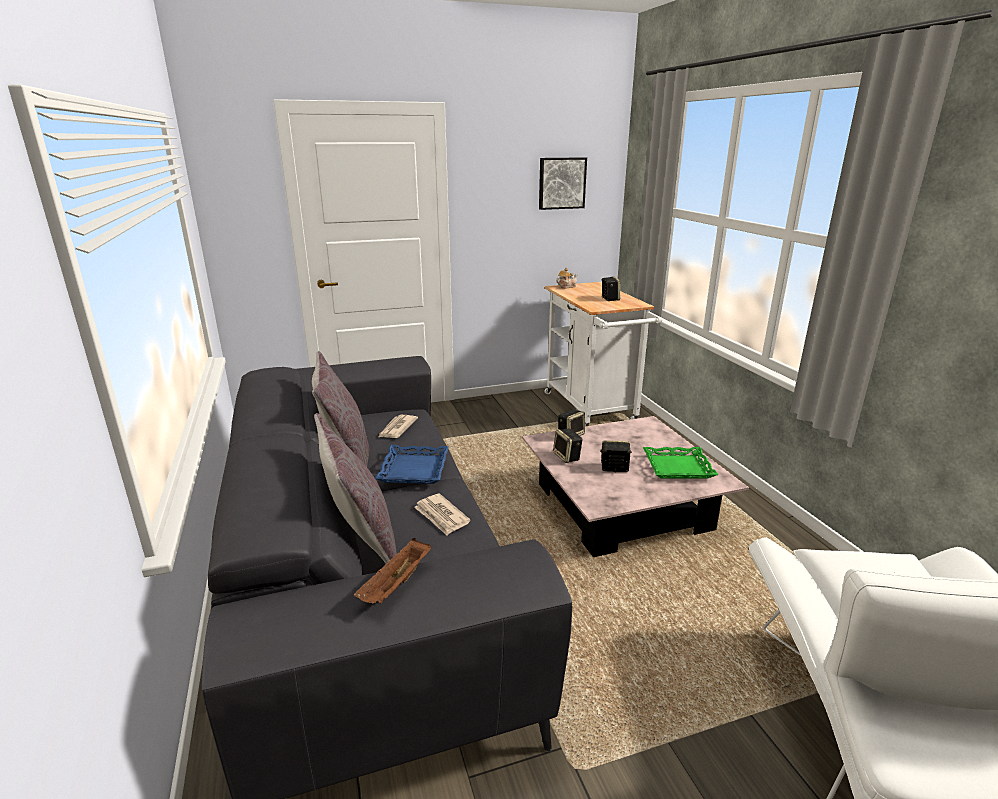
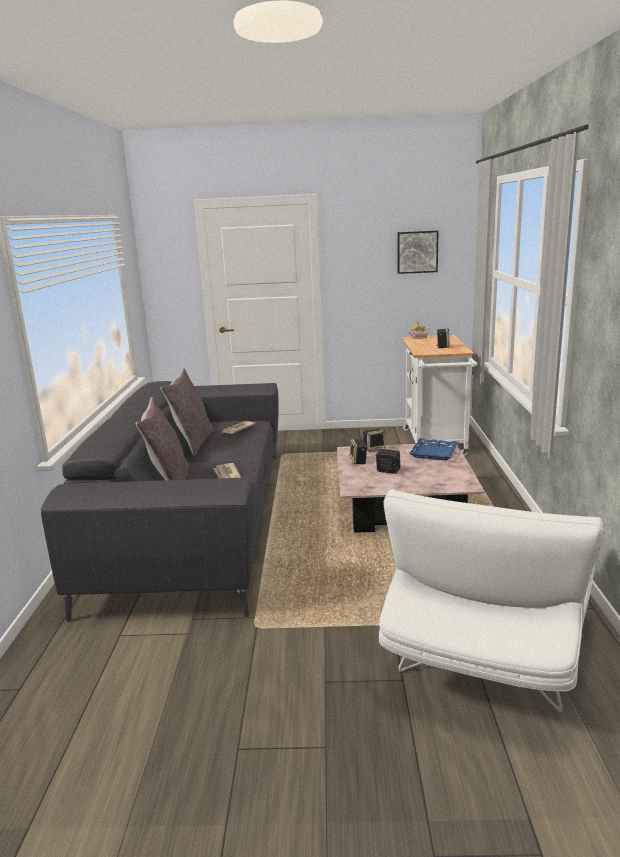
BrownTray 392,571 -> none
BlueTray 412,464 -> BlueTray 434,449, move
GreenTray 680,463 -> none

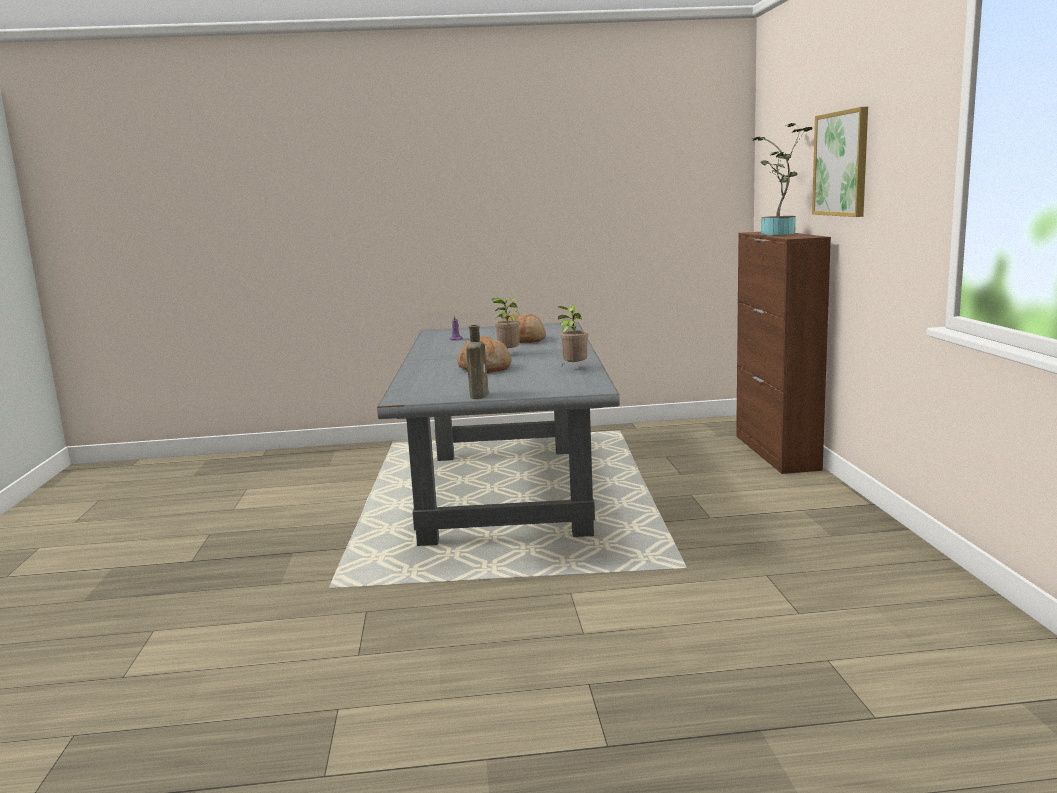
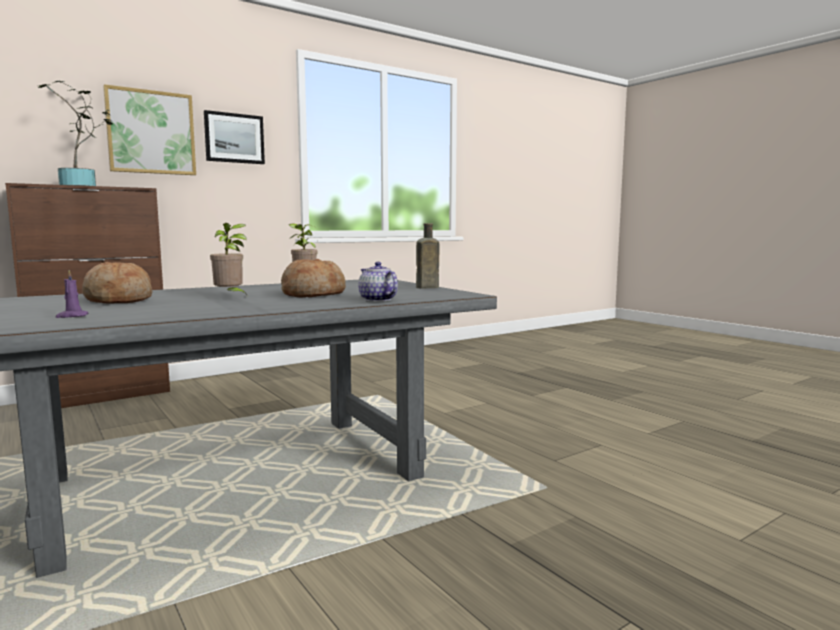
none -> Picture 234,137
none -> Teapot 378,282

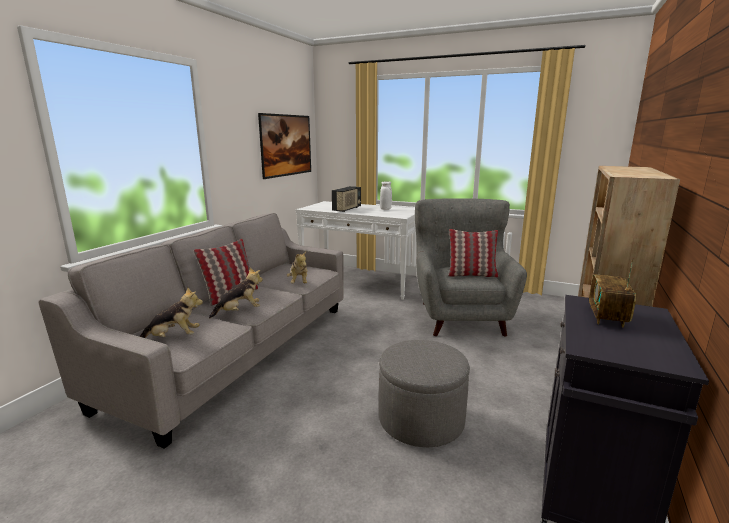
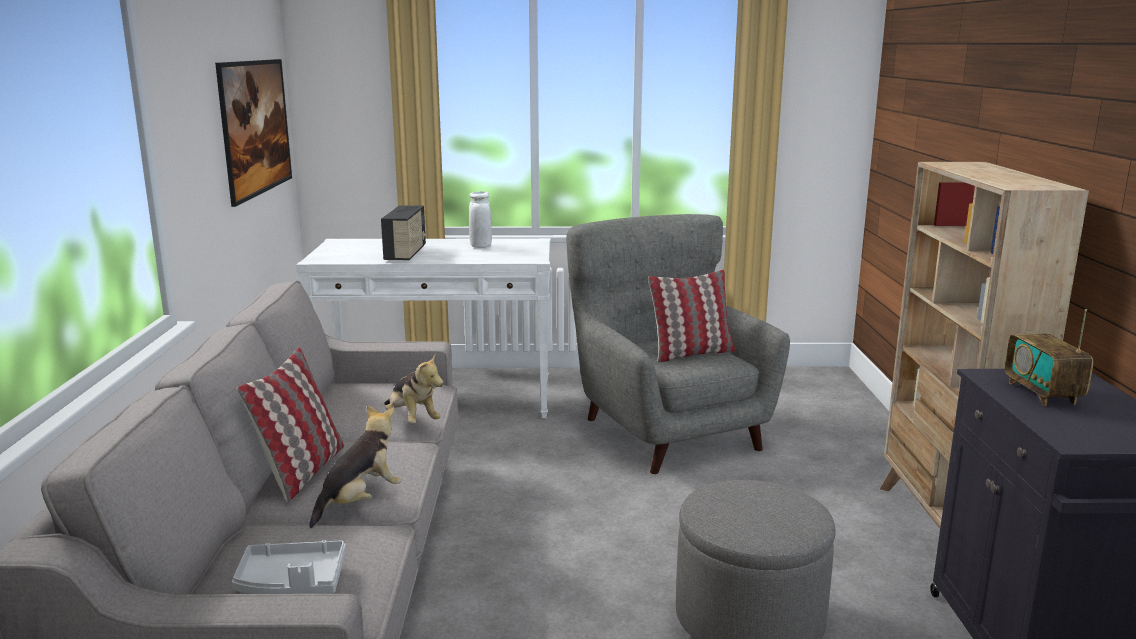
PlushToy 171,312 -> GreyTray 289,567

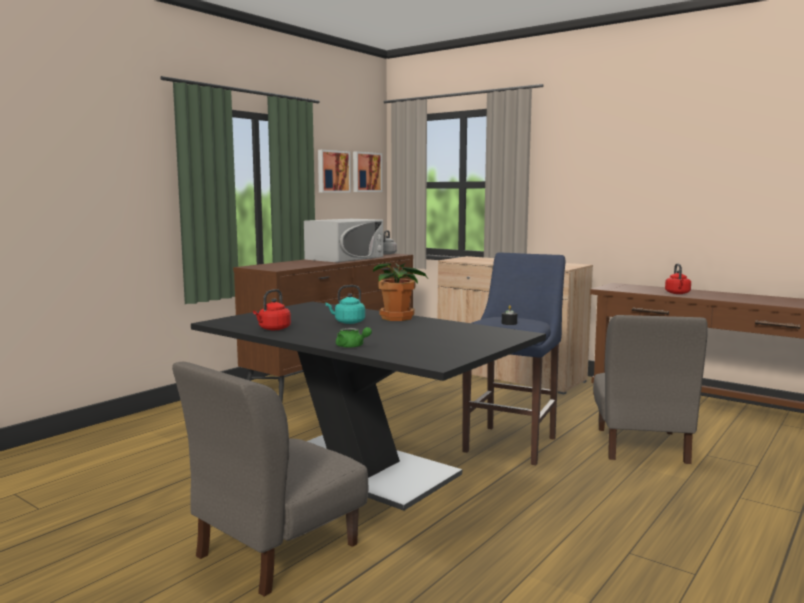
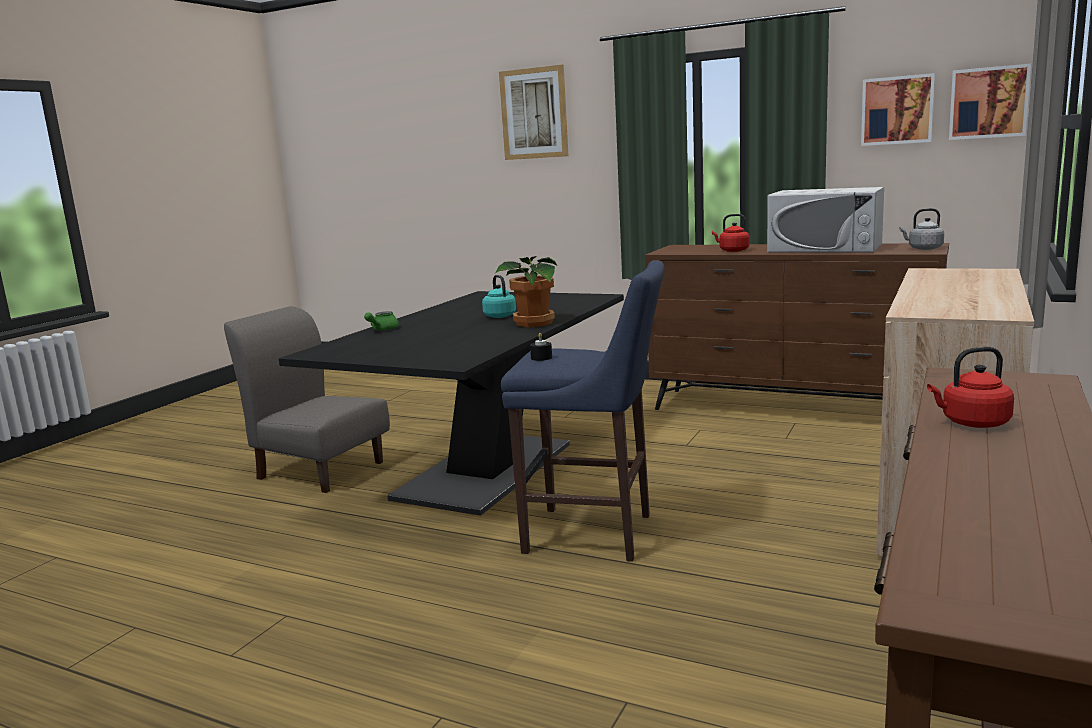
RedKettle 272,309 -> RedKettle 730,233, move
GreyChair 650,389 -> none
none -> Picture 533,112

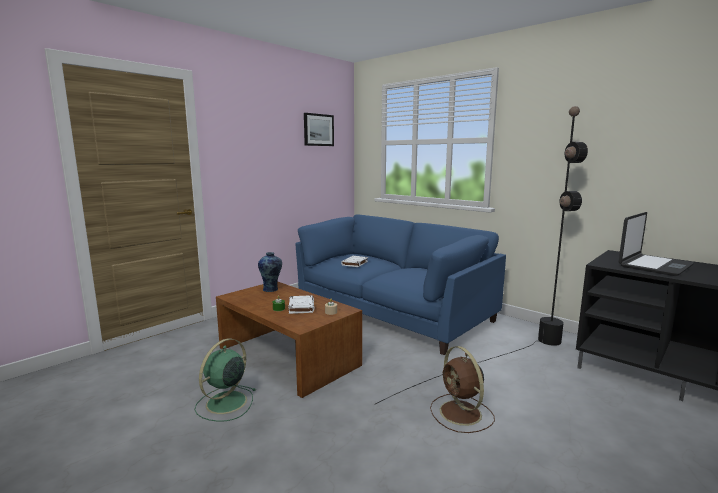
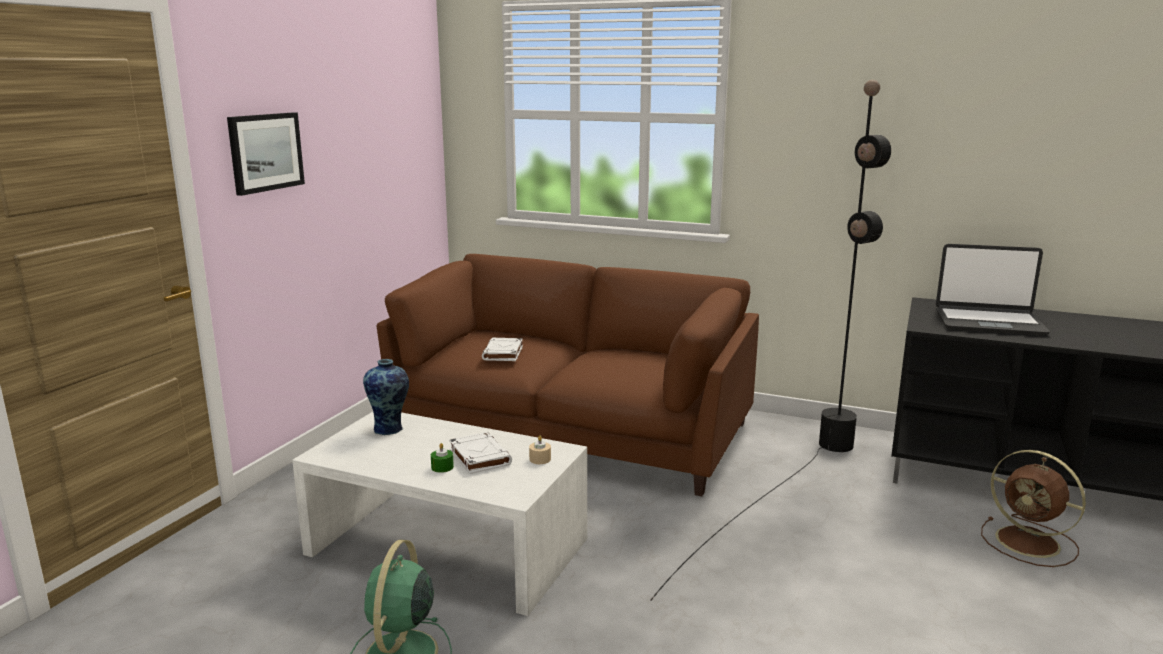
BrownCoffeeTable 289,339 -> WhiteCoffeeTable 439,514
BlueSofa 400,284 -> BrownSofa 568,375
Picture 319,129 -> Picture 266,154, move
BrownFan 462,389 -> BrownFan 1033,508, move
Laptop 656,244 -> Laptop 993,289, 75 degrees clockwise

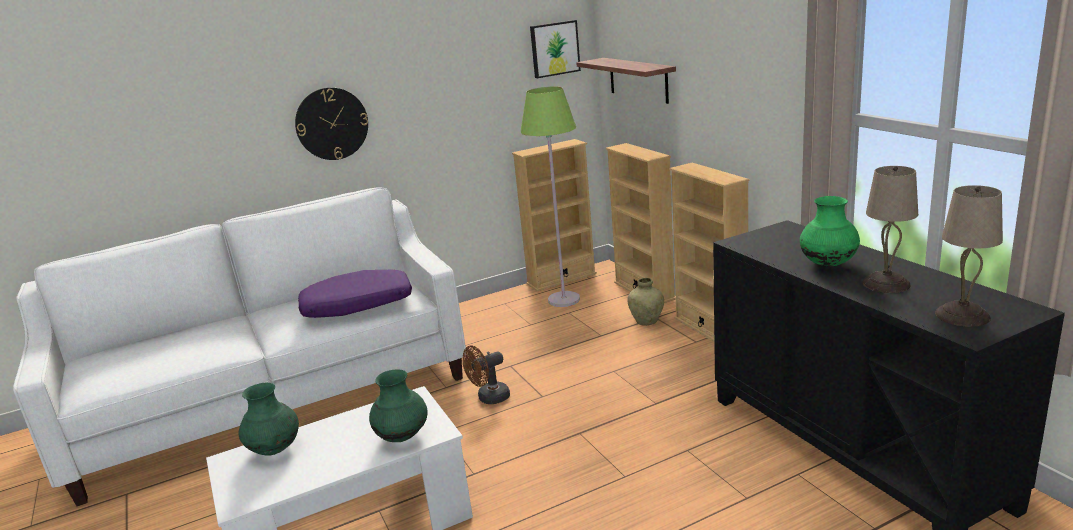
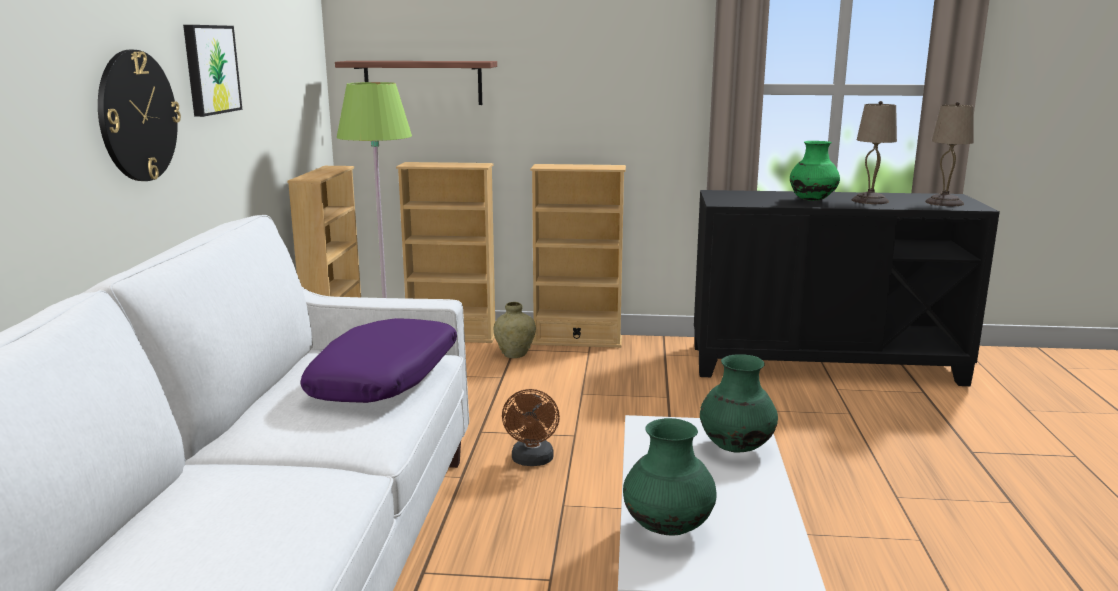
Picture 555,49 -> Picture 212,71, move

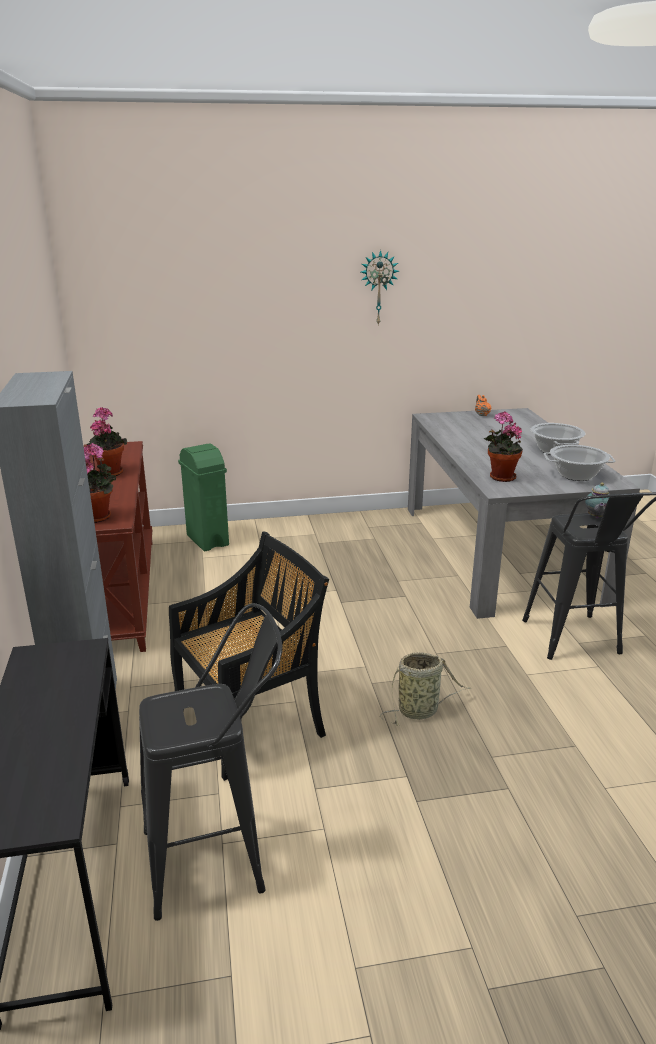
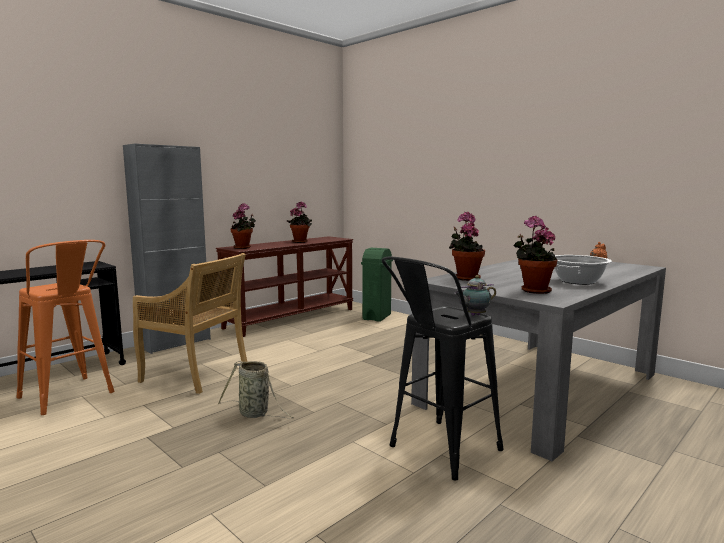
BlackStool 210,762 -> OrangeStool 65,327
BlackChair 249,656 -> BeigeChair 190,323
WallClock 380,287 -> none
CookingPot 580,463 -> PottedPlant 535,255

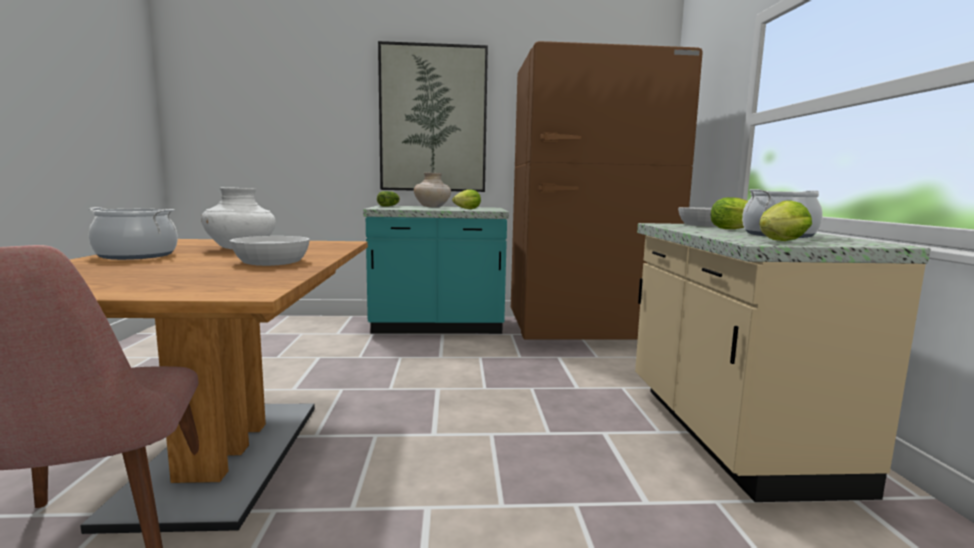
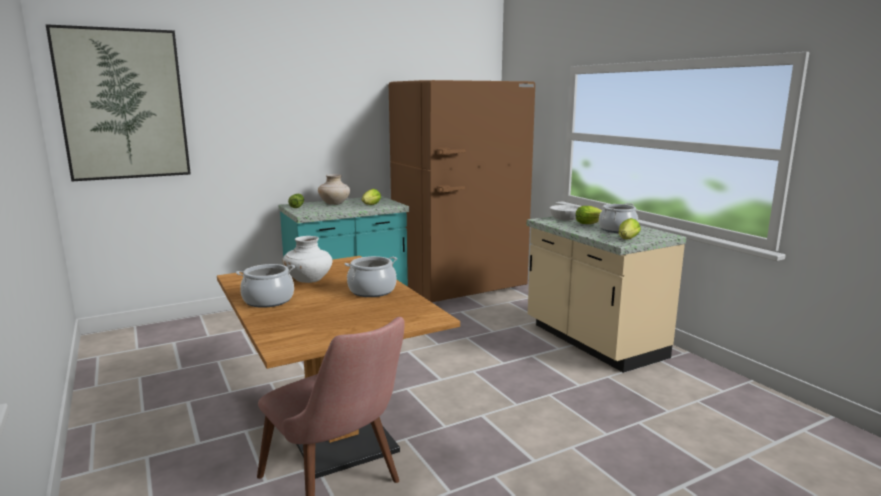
WhiteBowl 270,251 -> CookingPot 371,276
Picture 433,116 -> Picture 118,103, move

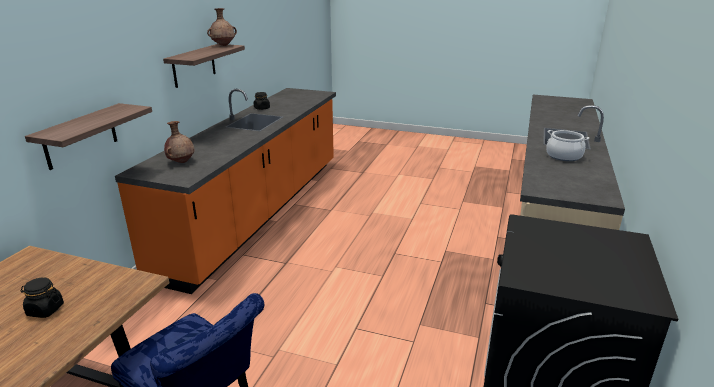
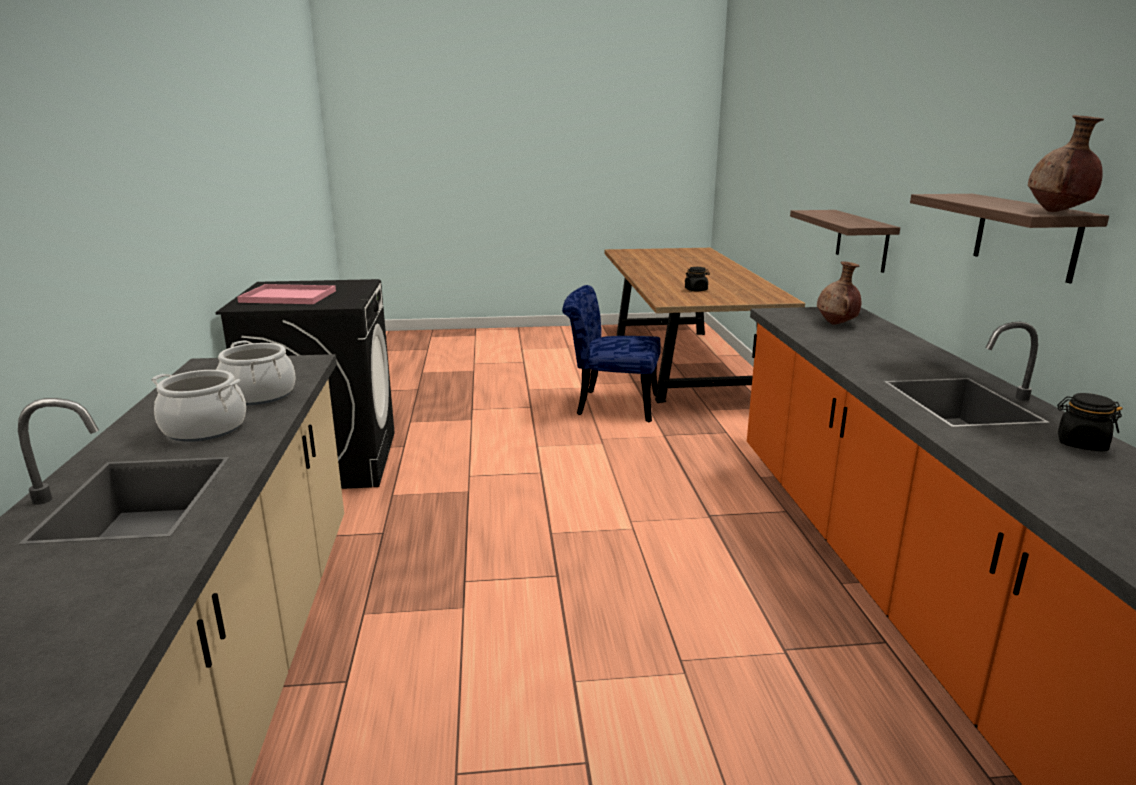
none -> CookingPot 256,372
none -> PinkTray 286,294

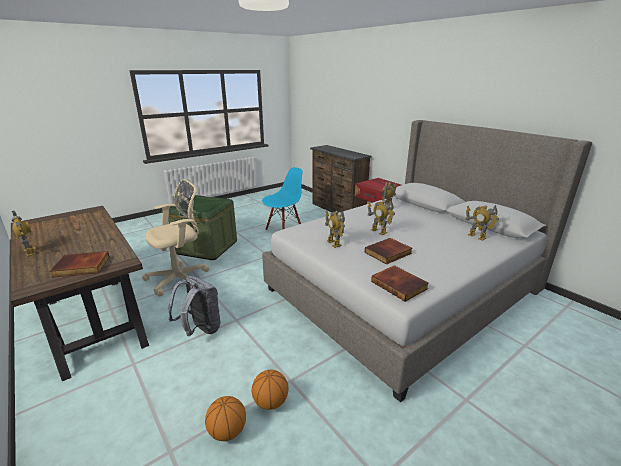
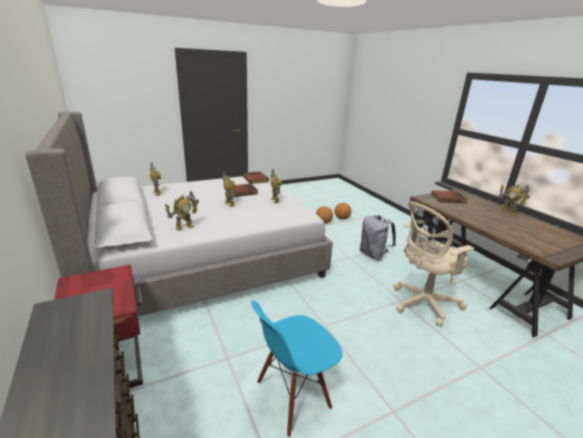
GreenStorageBox 202,227 -> none

